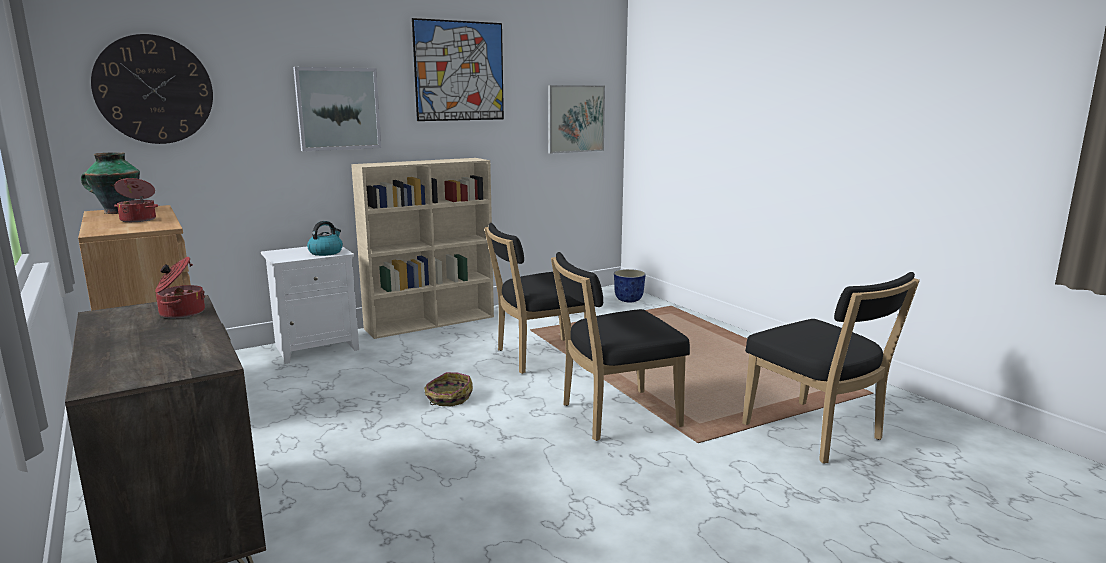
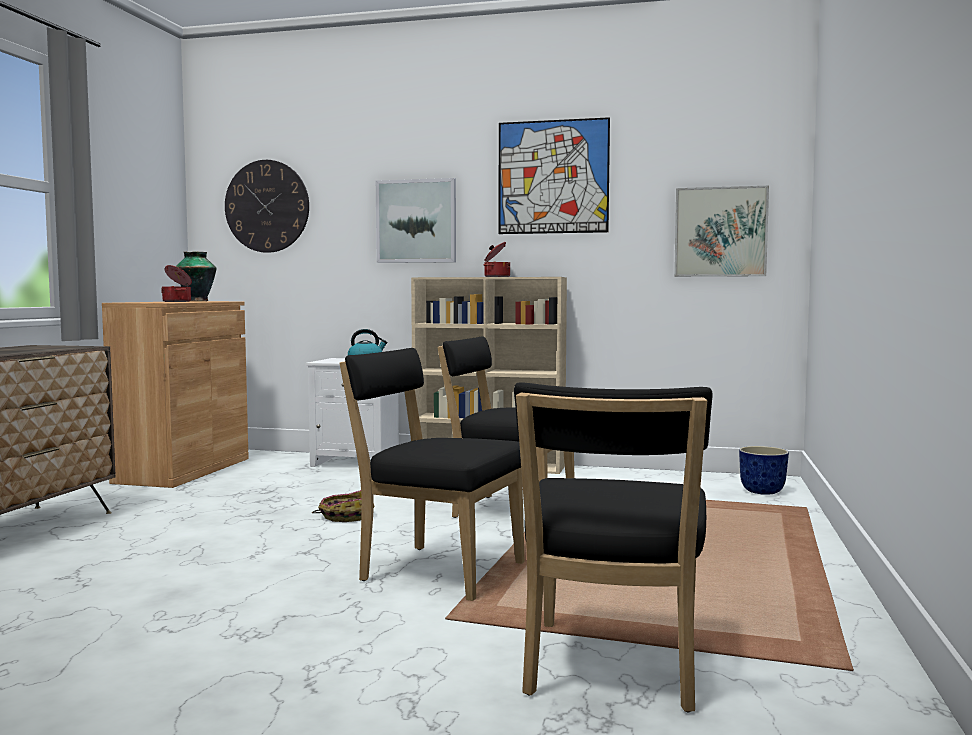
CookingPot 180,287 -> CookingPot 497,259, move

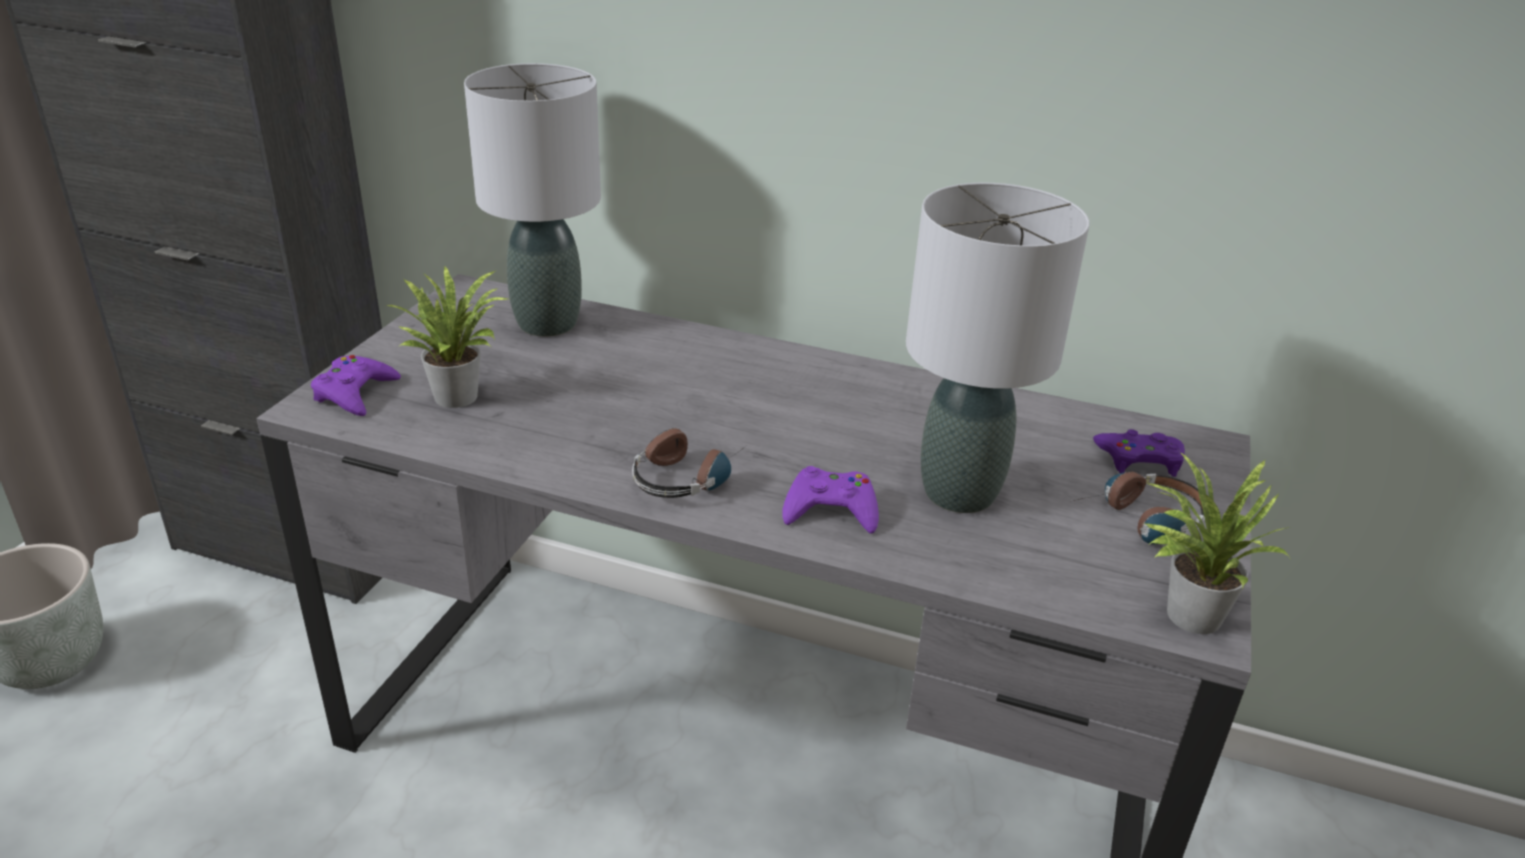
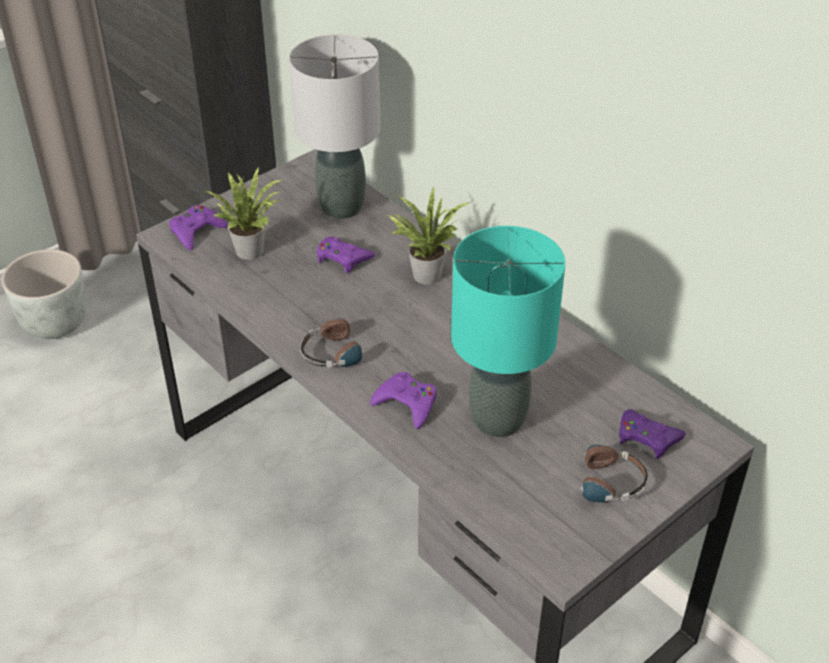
GreyTableLamp 997,348 -> TurquoiseTableLamp 508,331
PottedPlant 1217,542 -> PottedPlant 429,236, move
none -> PurpleGameController 346,255

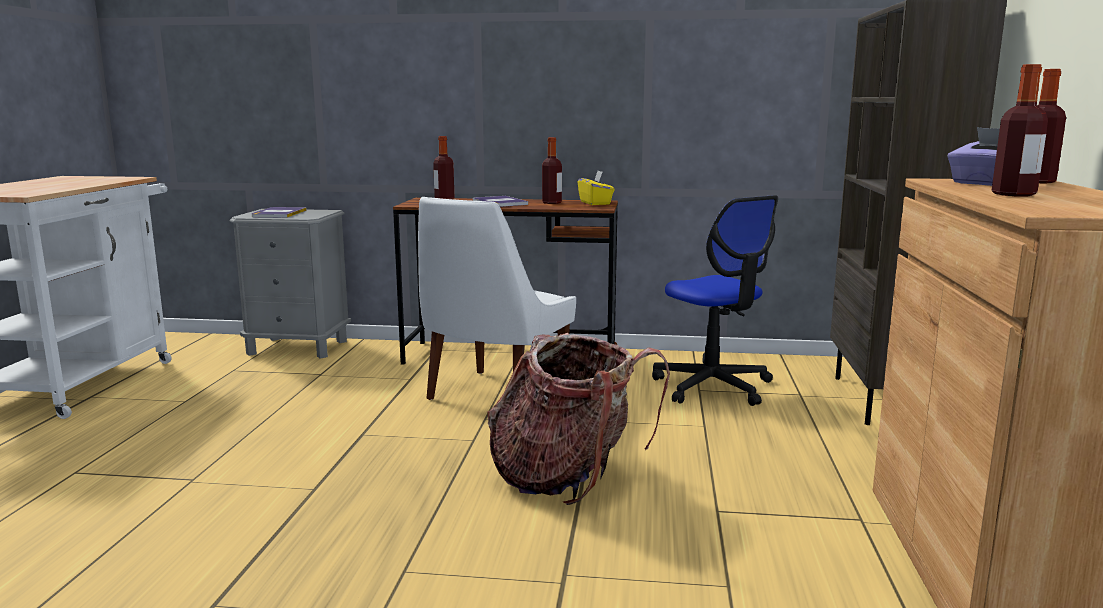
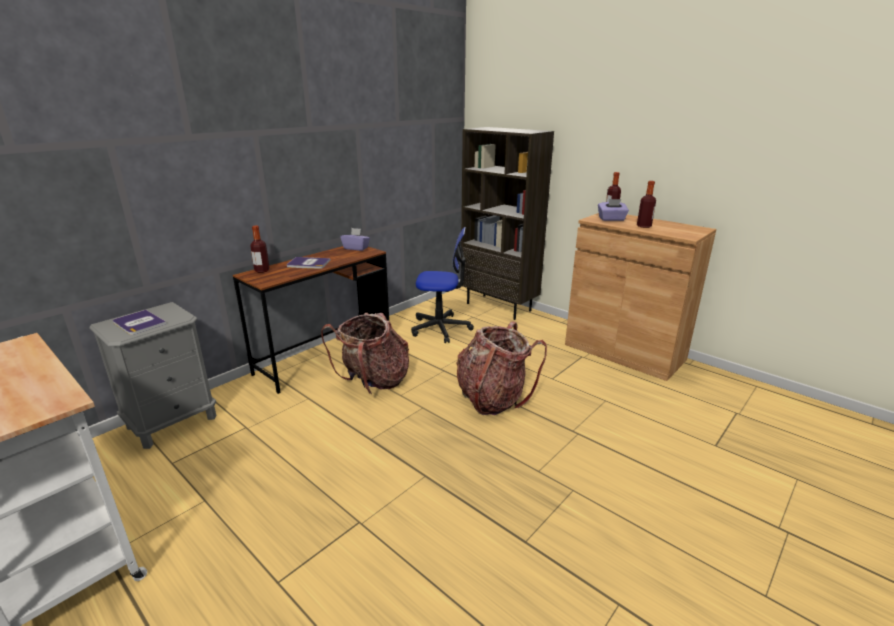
WhiteChair 497,298 -> Backpack 365,354
Bottle 552,170 -> none
YellowTissueBox 596,188 -> PurpleTissueBox 355,239

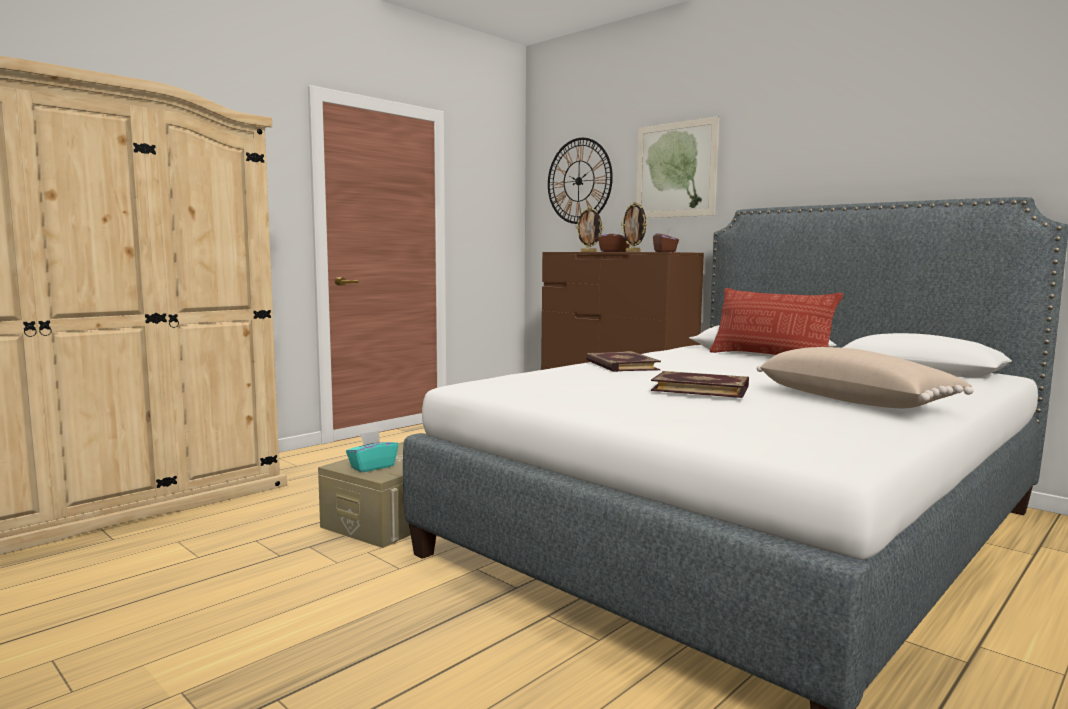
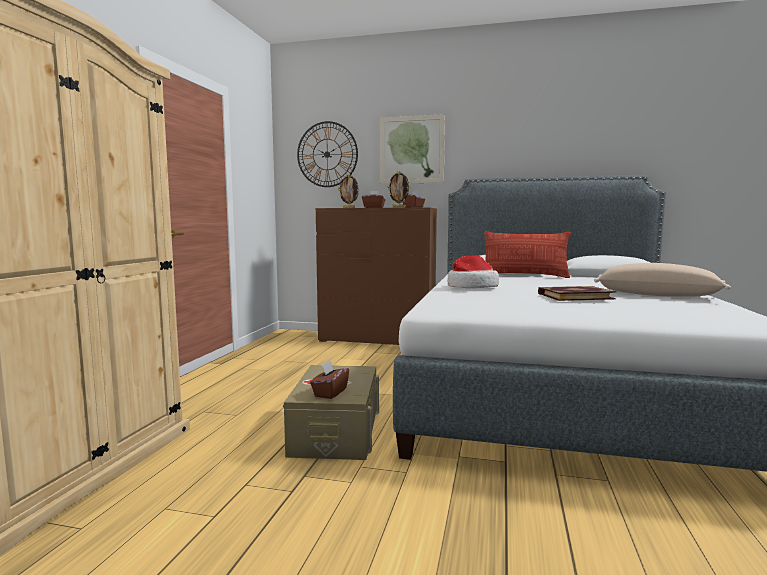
TurquoiseTissueBox 372,451 -> BrownTissueBox 329,379
Book 623,361 -> Hat 473,271

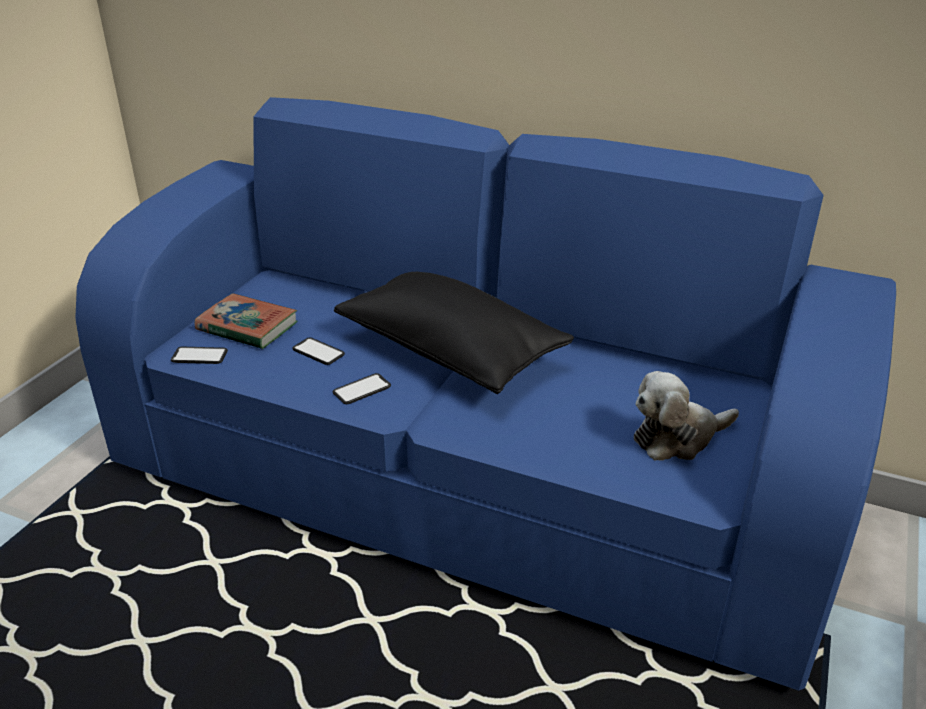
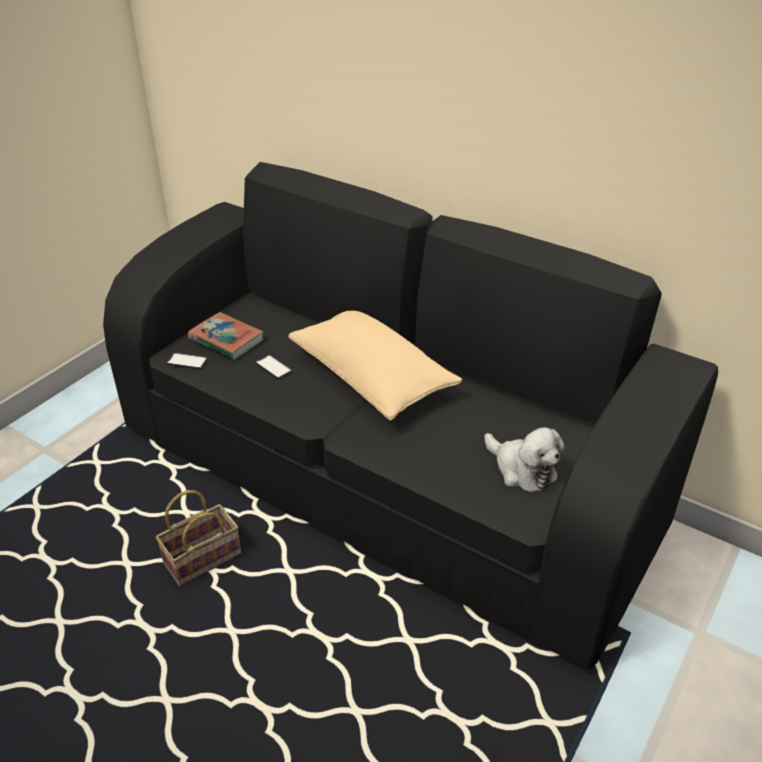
BlueSofa 485,394 -> BlackSofa 410,416
Phone 362,388 -> none
BlackPillow 454,333 -> BeigePillow 375,366
PlushToy 686,415 -> PlushToy 524,459, 120 degrees counterclockwise
none -> Basket 198,538

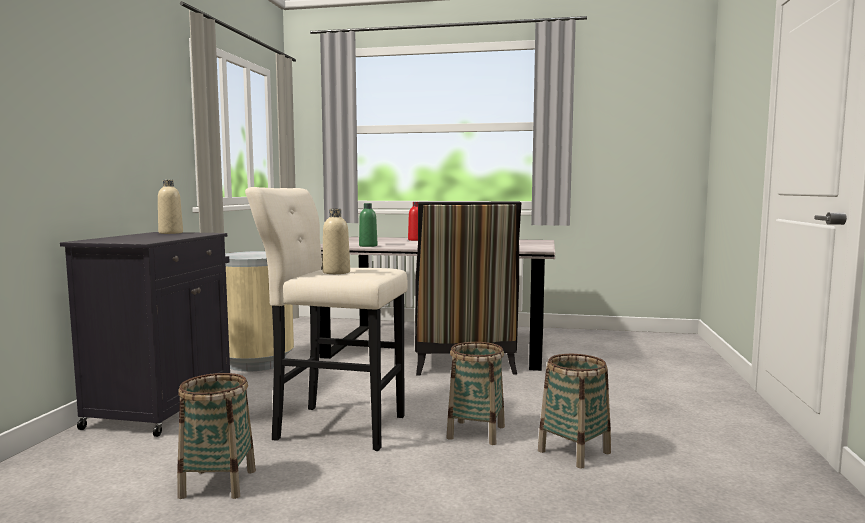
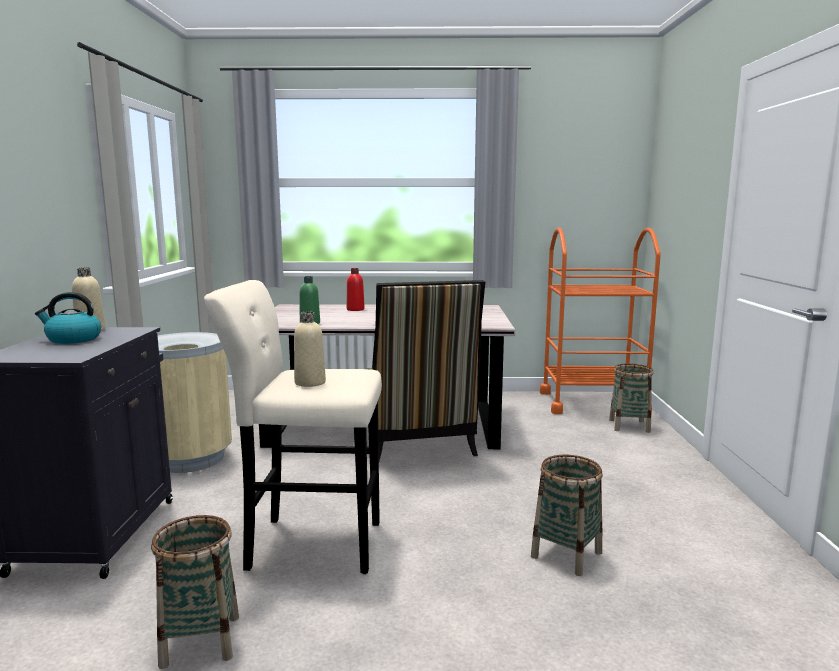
Basket 475,393 -> Basket 631,398, move
none -> Kettle 68,318
none -> OrangeCart 600,321

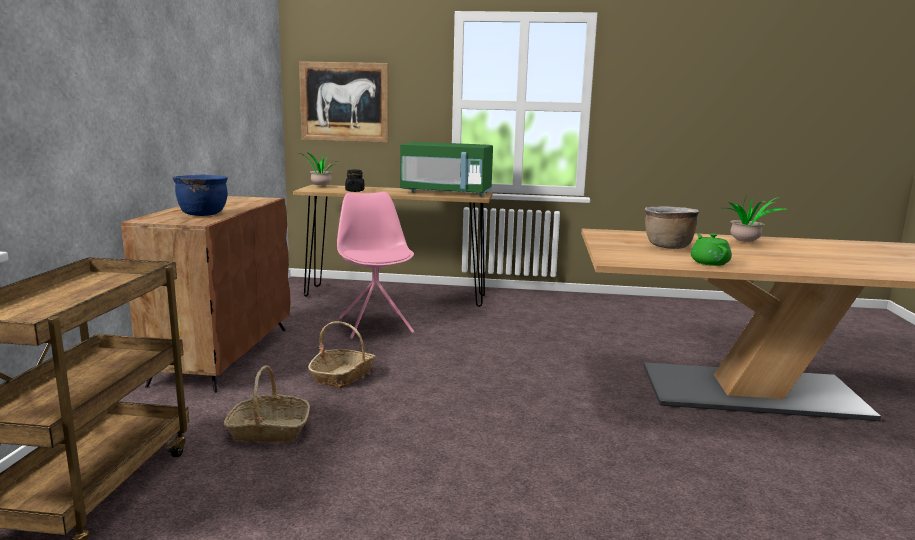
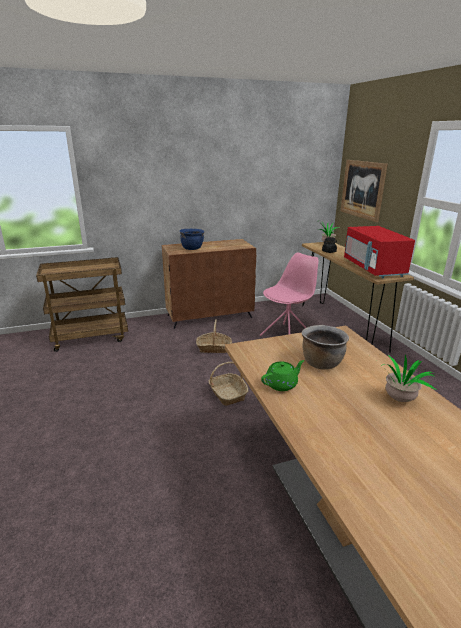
Basket 267,403 -> Basket 228,384, move
GreenMicrowave 446,169 -> RedMicrowave 379,252

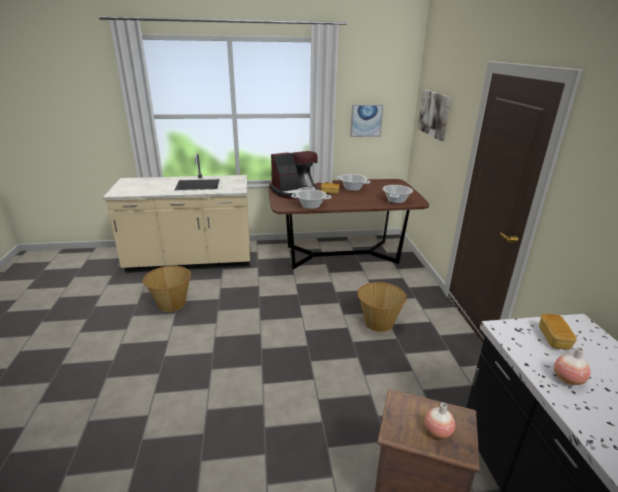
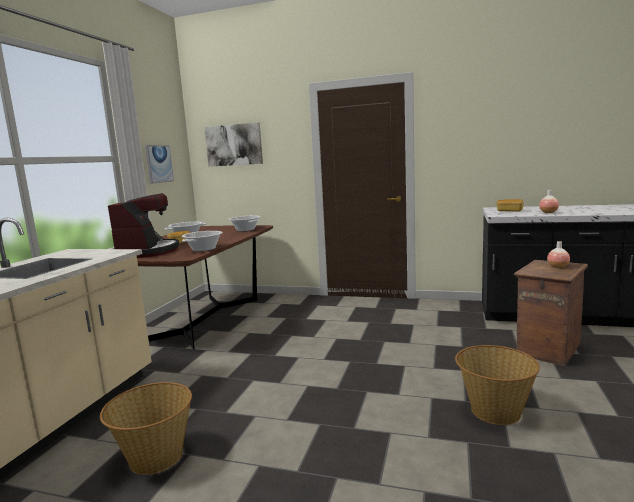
Basket 382,307 -> Basket 497,385, move

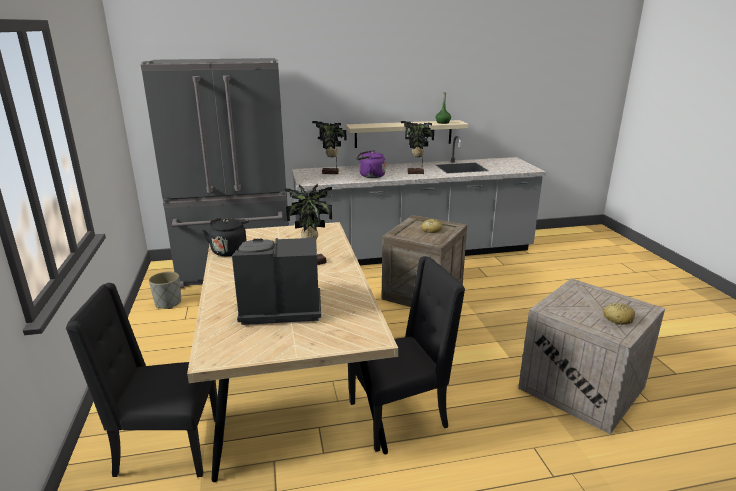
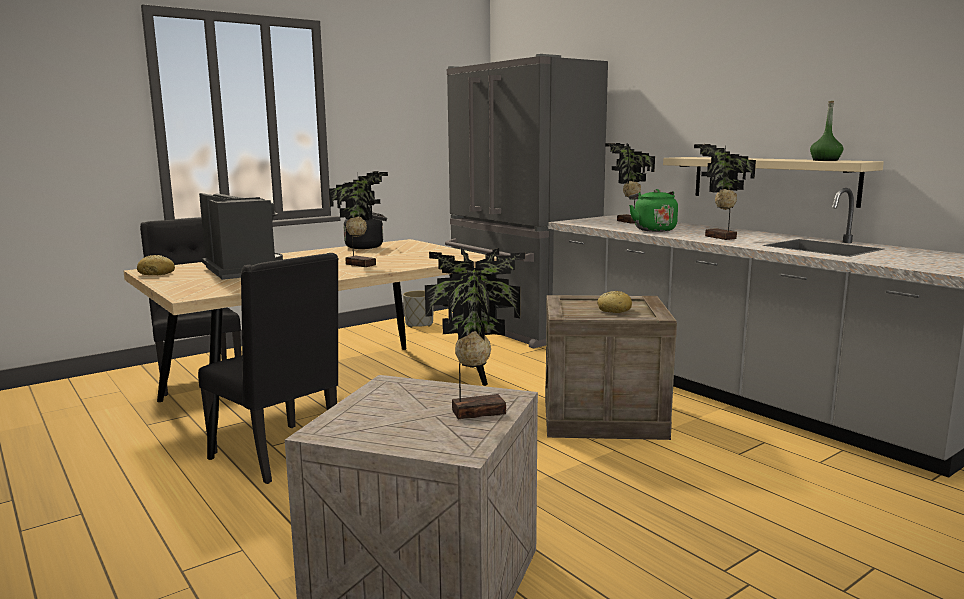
PurpleKettle 371,164 -> GreenKettle 653,210
Bread 619,314 -> Bread 156,265, move
none -> PottedPlant 475,334

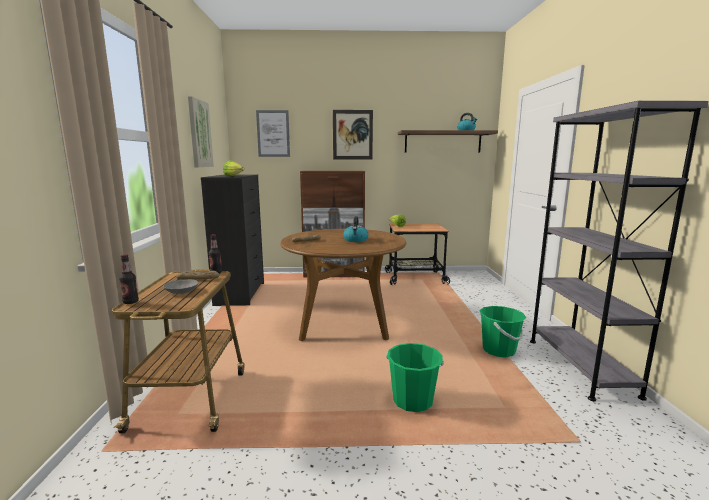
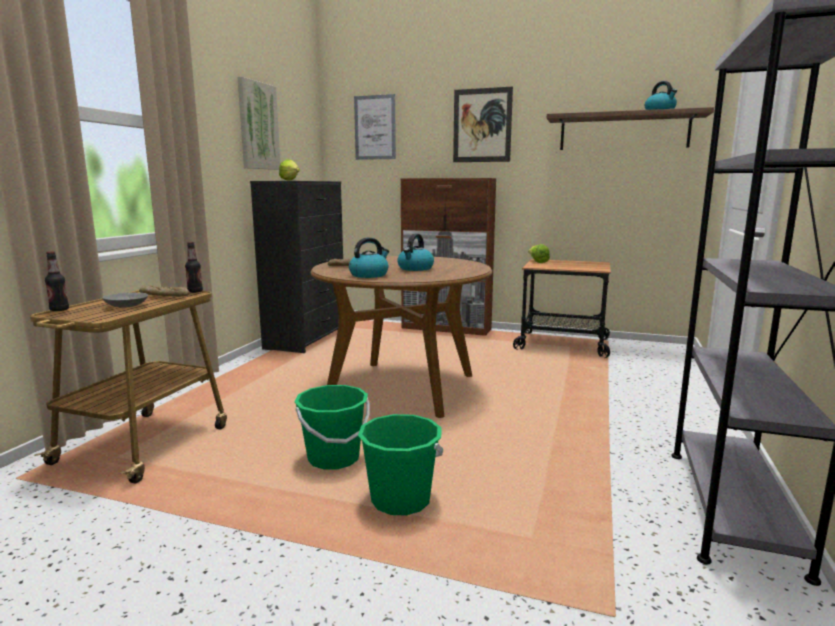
GreenBucket 502,331 -> GreenBucket 332,427, move
none -> Kettle 369,257

